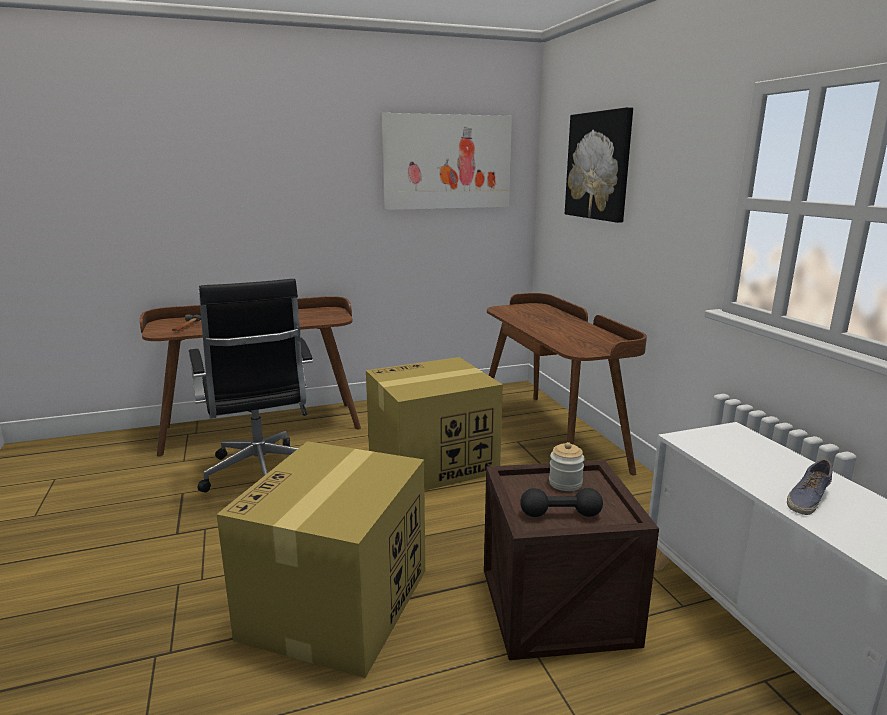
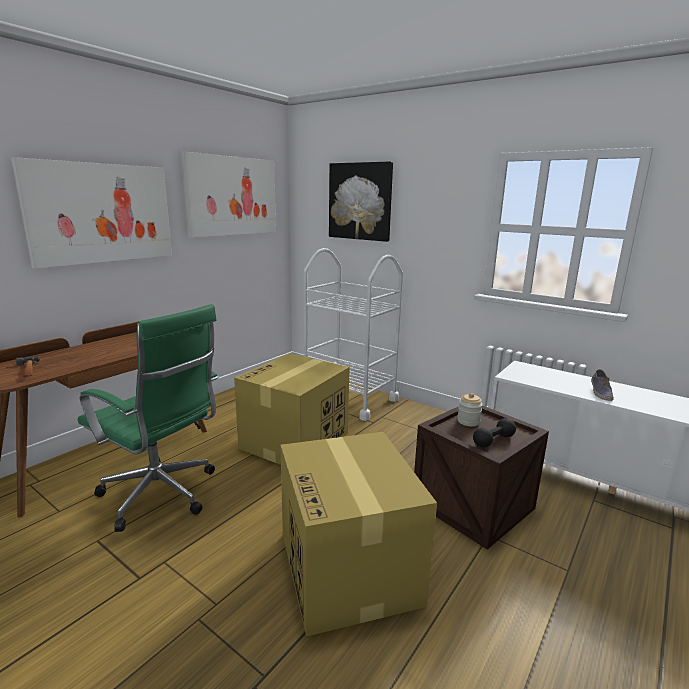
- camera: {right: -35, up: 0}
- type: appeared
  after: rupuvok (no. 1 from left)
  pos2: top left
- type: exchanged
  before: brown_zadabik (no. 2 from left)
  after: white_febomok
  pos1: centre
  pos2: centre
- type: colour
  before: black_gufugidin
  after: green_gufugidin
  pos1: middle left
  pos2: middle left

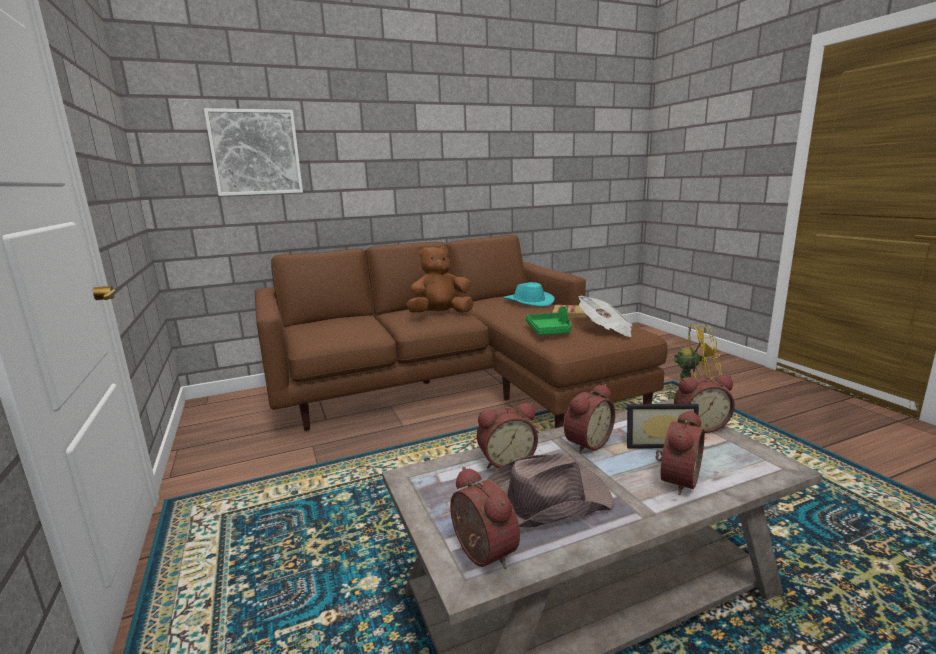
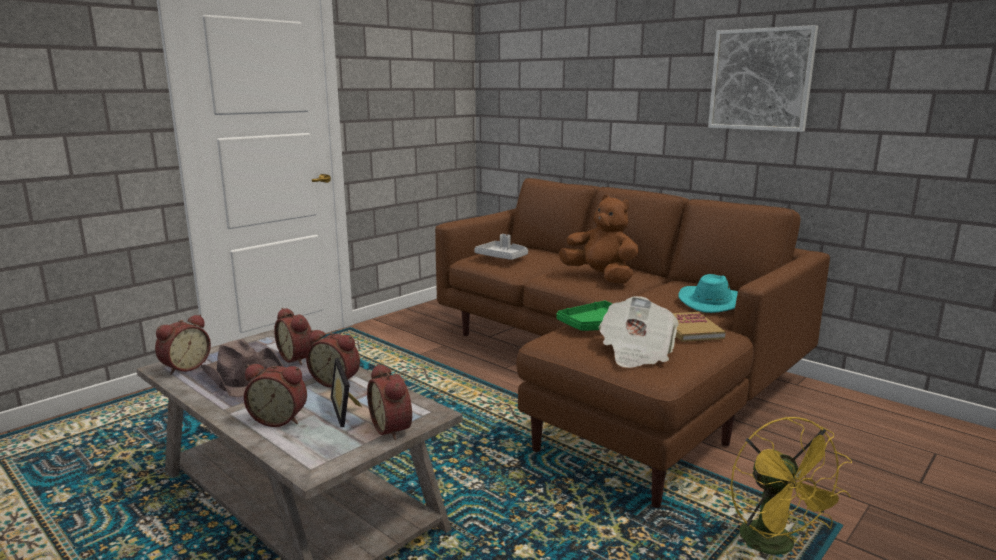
- camera: {right: 65, up: 0}
- type: appeared
  after: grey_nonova
  pos2: centre
- type: relocated
  before: rupuvok
  pos1: top left
  pos2: top right

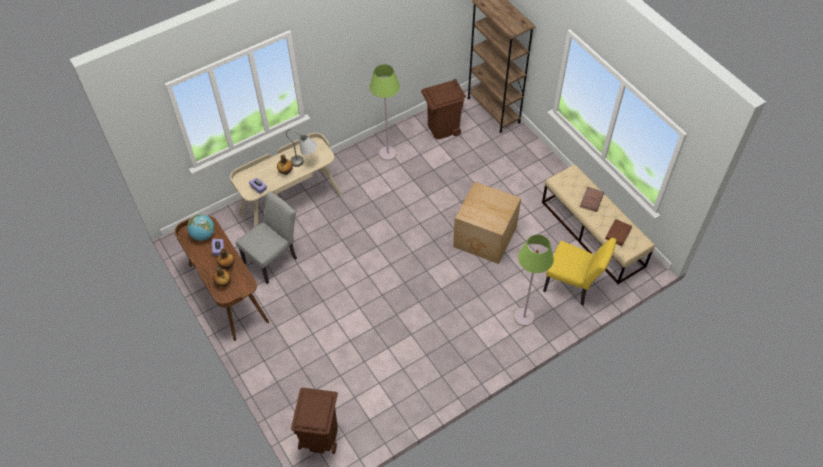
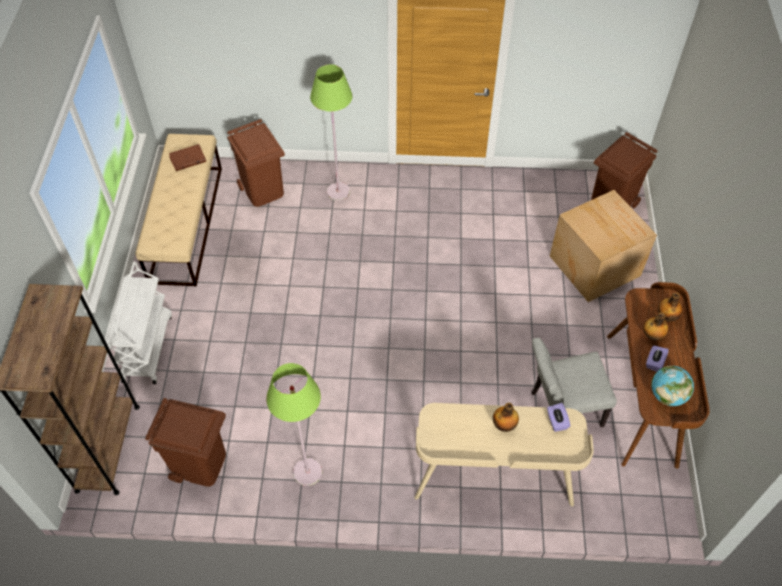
- camera: {right: -145, up: 0}
- type: missing
  before: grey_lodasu
  pos1: top centre
- type: missing
  before: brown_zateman (no. 1 from left)
  pos1: middle right
- type: appeared
  after: white_febomok
  pos2: middle left
- type: relocated
  before: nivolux
  pos1: centre
  pos2: middle right
- type: exchanged
  before: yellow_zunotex
  after: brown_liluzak (no. 2 from left)
  pos1: middle right
  pos2: top left

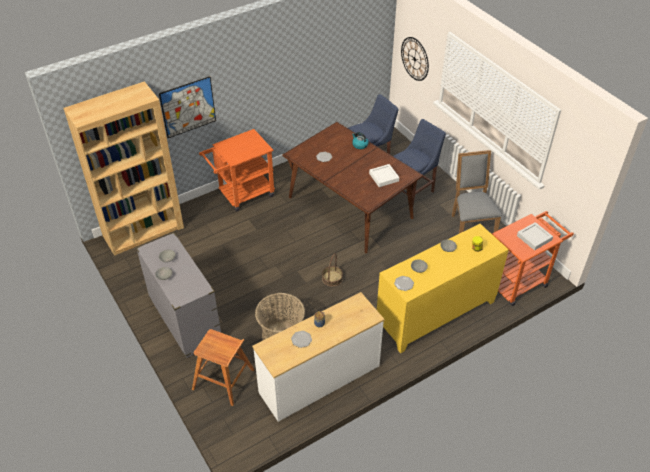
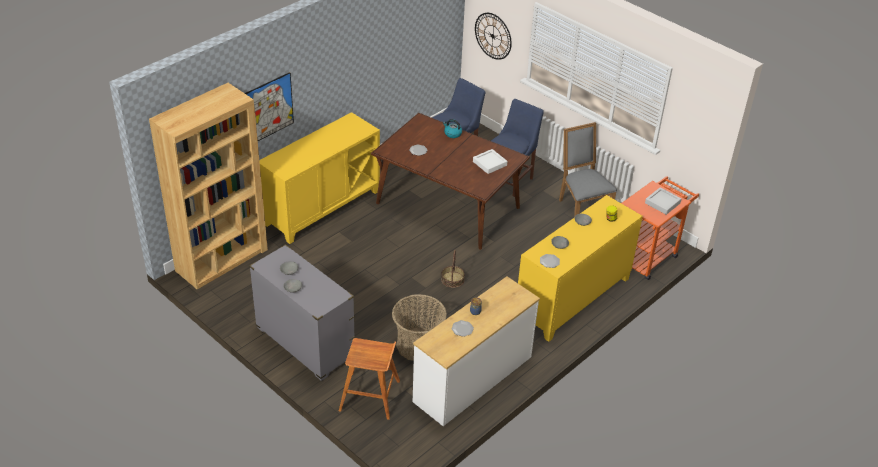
- camera: {right: -15, up: -5}
- type: exchanged
  before: orange_febomok (no. 1 from left)
  after: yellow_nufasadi (no. 1 from left)
  pos1: centre
  pos2: centre

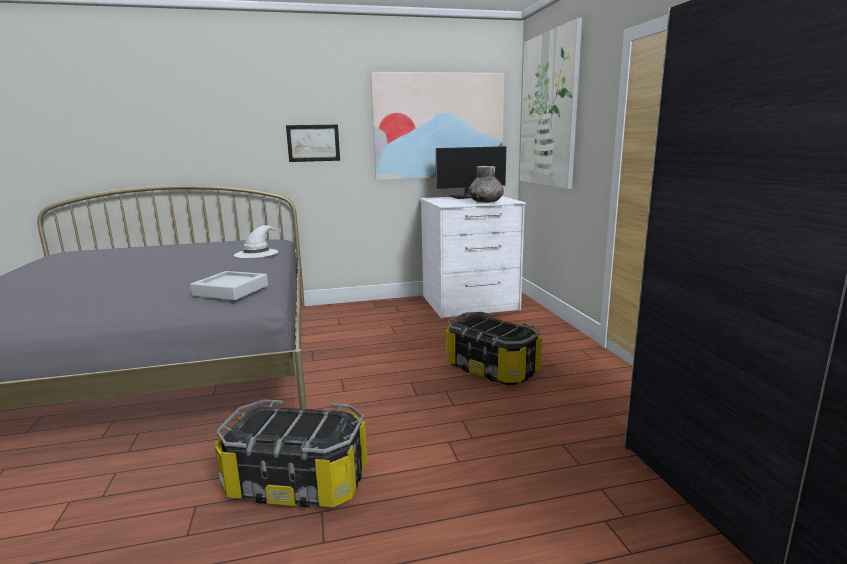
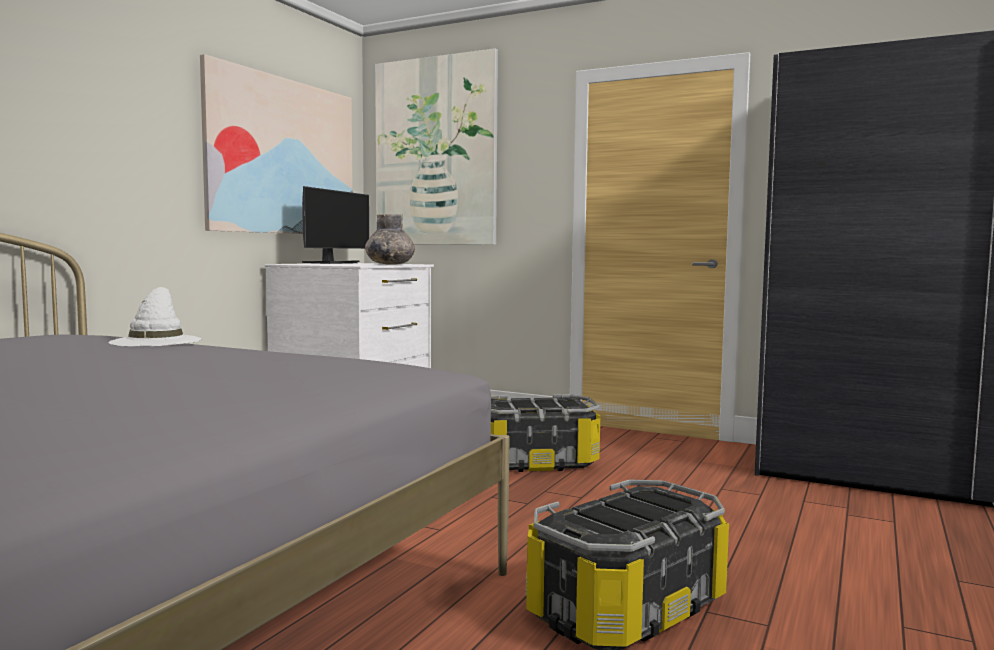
- camera: {right: -50, up: -10}
- type: missing
  before: grey_nonova
  pos1: middle left
- type: missing
  before: rupuvok (no. 1 from left)
  pos1: top centre

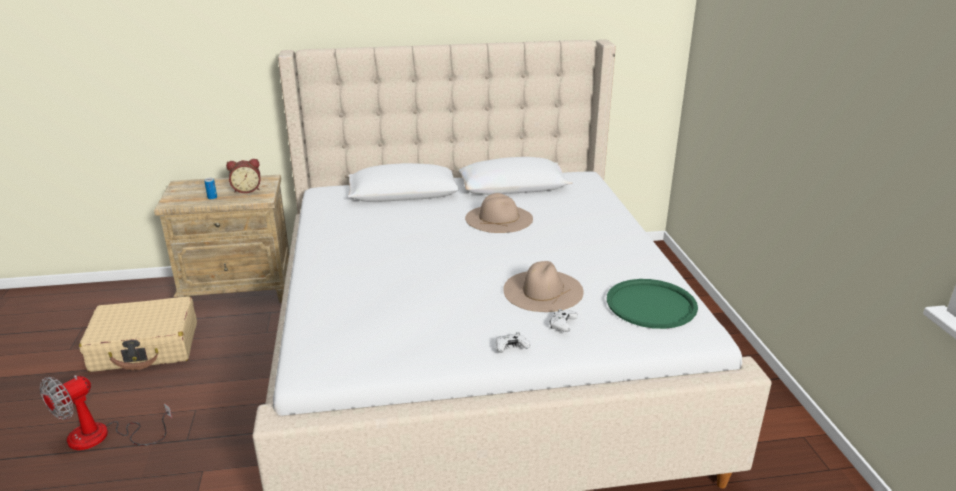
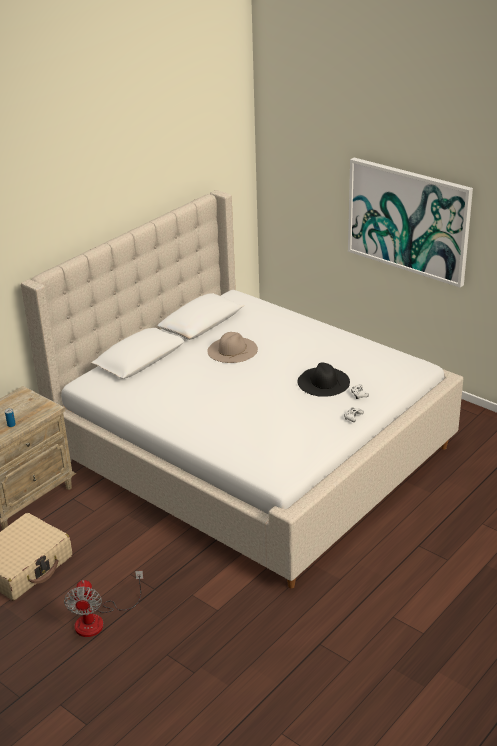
- camera: {right: -40, up: 5}
- type: missing
  before: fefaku
  pos1: middle left
- type: missing
  before: green_nonova
  pos1: middle right
- type: appeared
  after: rupuvok
  pos2: top right
- type: colour
  before: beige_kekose (no. 2 from left)
  after: black_kekose
  pos1: centre
  pos2: centre

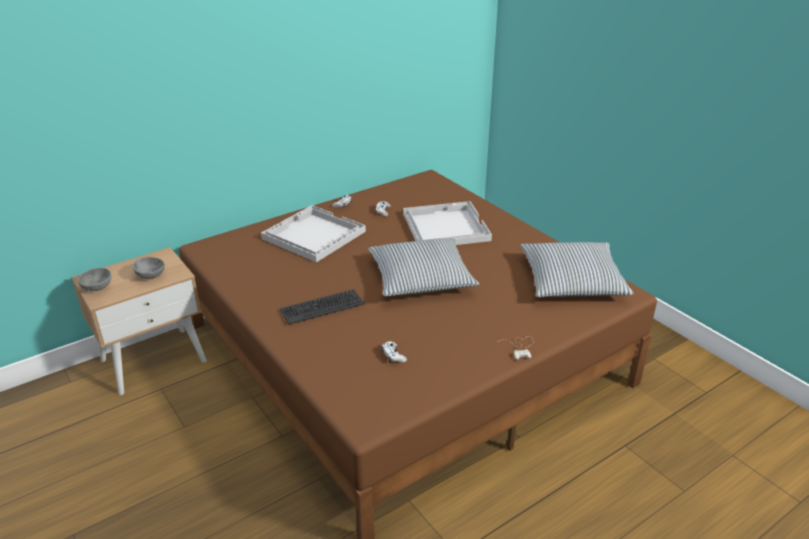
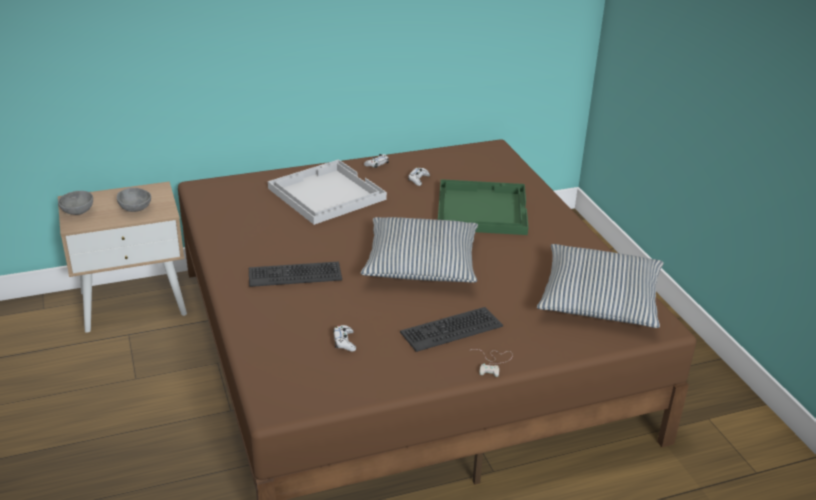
- camera: {right: 15, up: 0}
- type: appeared
  after: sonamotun (no. 2 from left)
  pos2: centre
- type: colour
  before: white_nonova (no. 2 from left)
  after: green_nonova
  pos1: centre
  pos2: centre

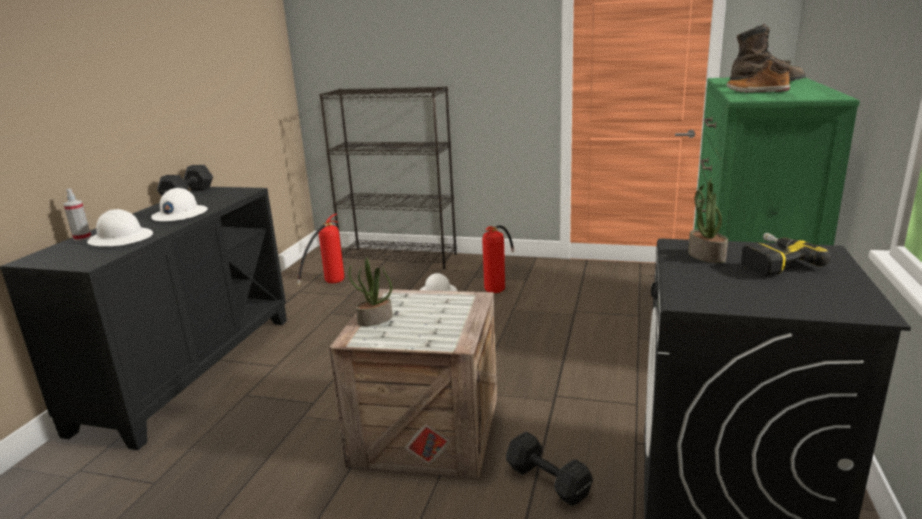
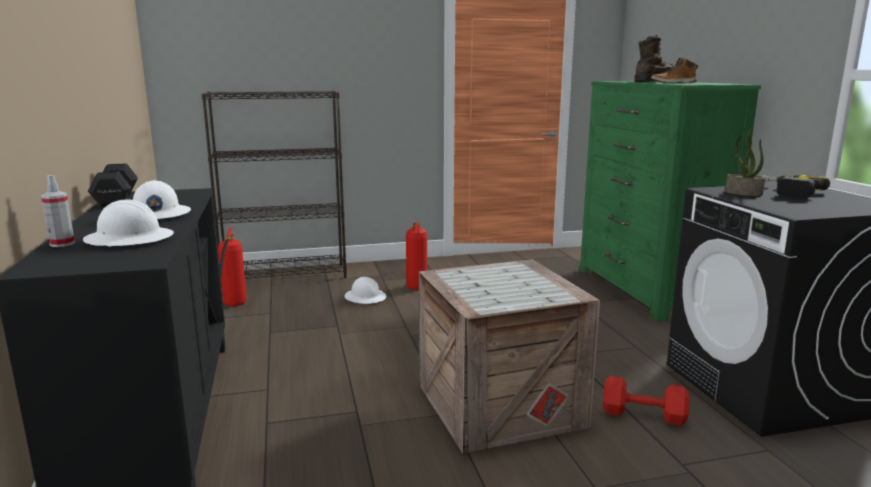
- camera: {right: -30, up: -5}
- type: missing
  before: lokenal (no. 1 from left)
  pos1: centre
- type: colour
  before: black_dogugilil (no. 2 from left)
  after: red_dogugilil
  pos1: bottom centre
  pos2: bottom right

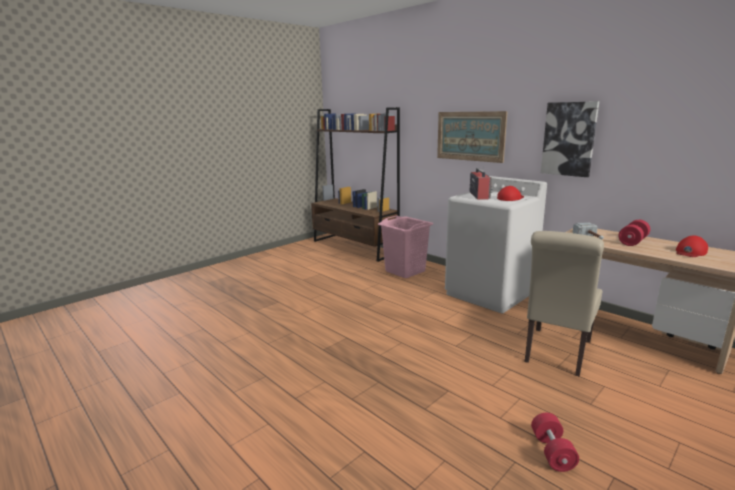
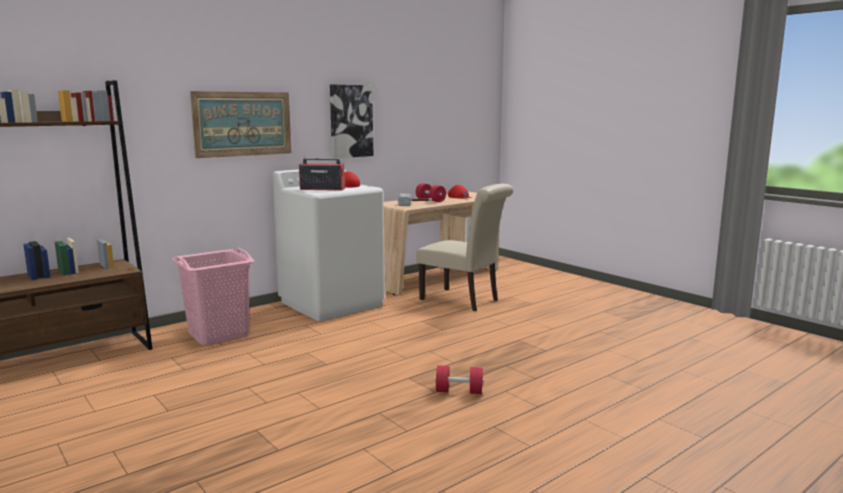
- camera: {right: -85, up: -5}
- type: relocated
  before: red_dogugilil (no. 1 from left in the first image)
  after: red_dogugilil (no. 2 from left)
  pos1: bottom right
  pos2: bottom centre

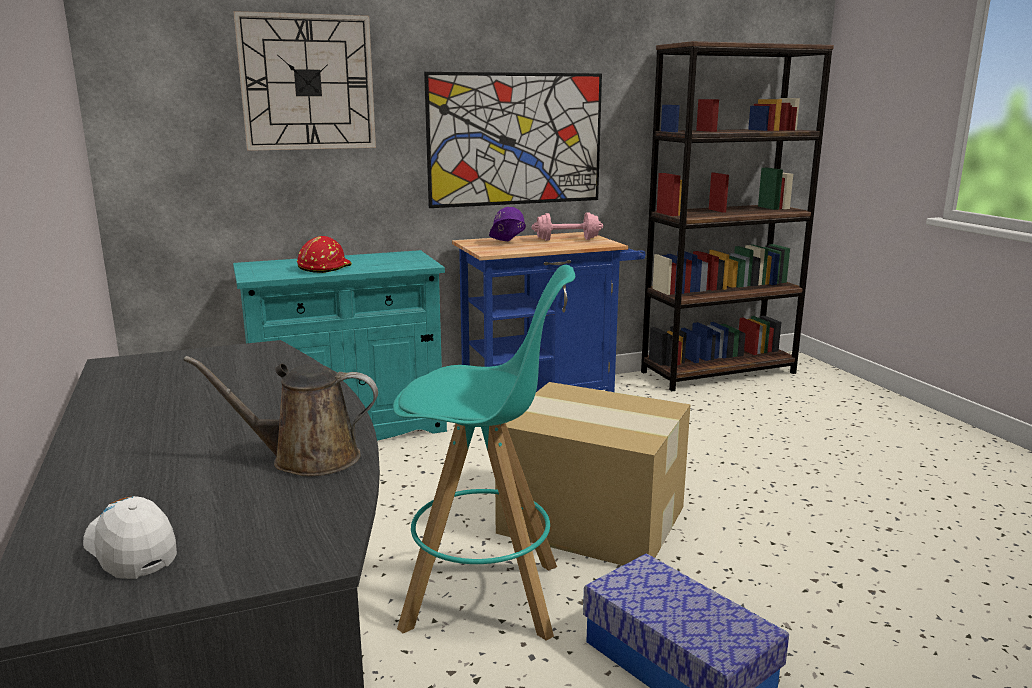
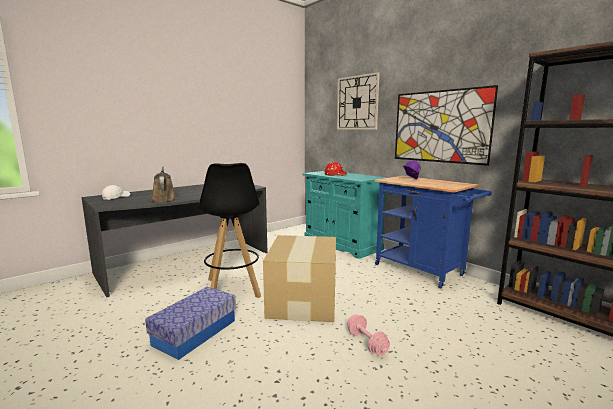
- camera: {right: 70, up: -5}
- type: relocated
  before: pink_dogugilil
  pos1: top centre
  pos2: bottom centre
- type: colour
  before: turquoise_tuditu
  after: black_tuditu
  pos1: centre
  pos2: centre

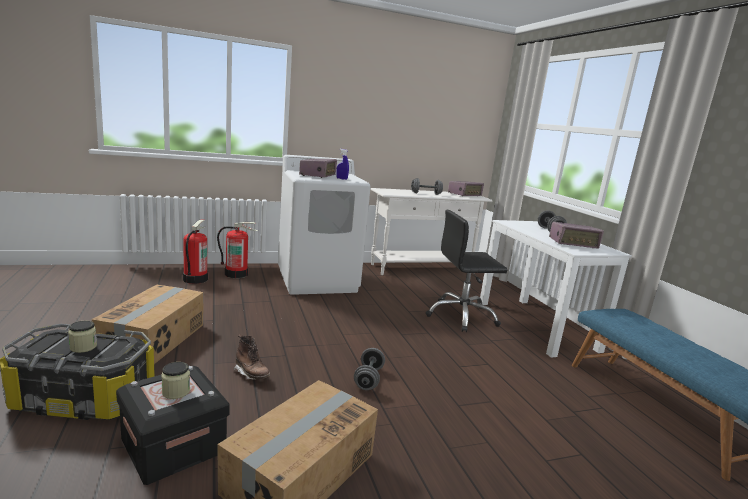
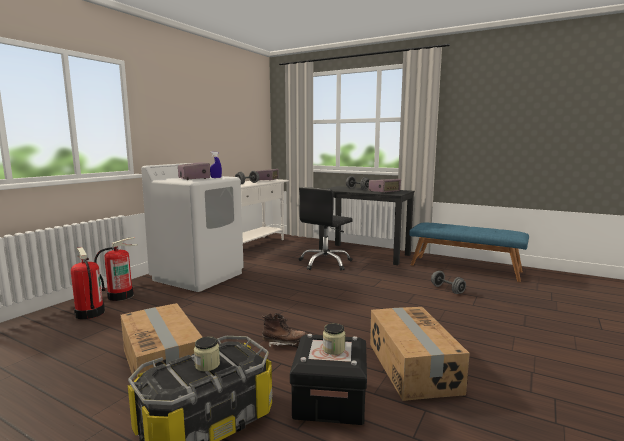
- camera: {right: -40, up: -5}
- type: relocated
  before: grey_dogugilil (no. 1 from left in the first image)
  after: grey_dogugilil (no. 3 from left)
  pos1: bottom centre
  pos2: middle right
- type: colour
  before: white_zadabik
  after: black_zadabik
  pos1: middle right
  pos2: centre

